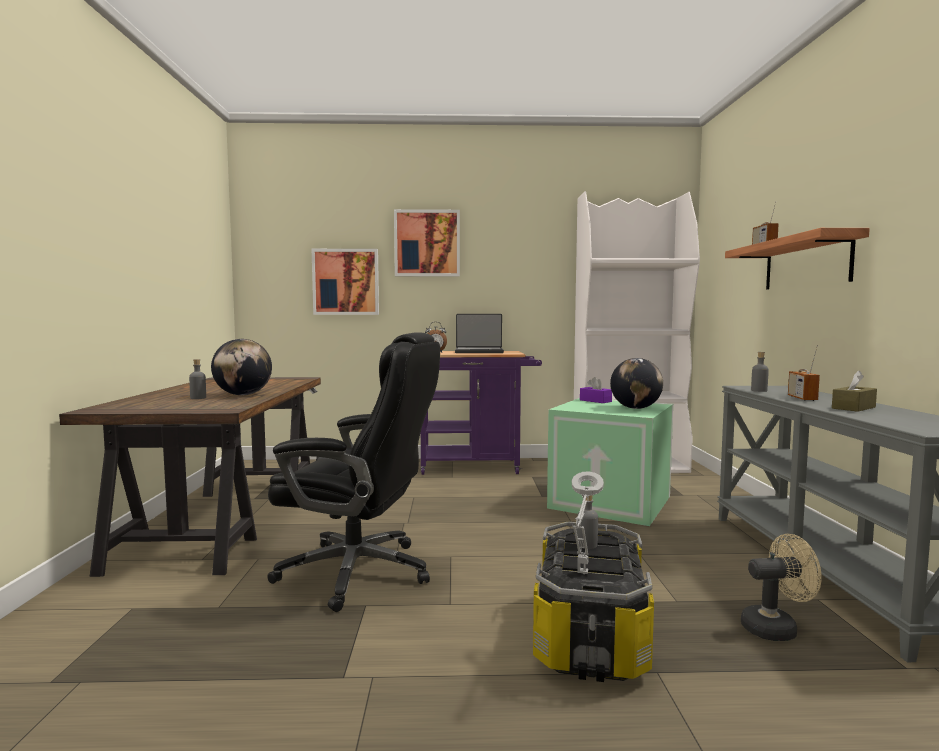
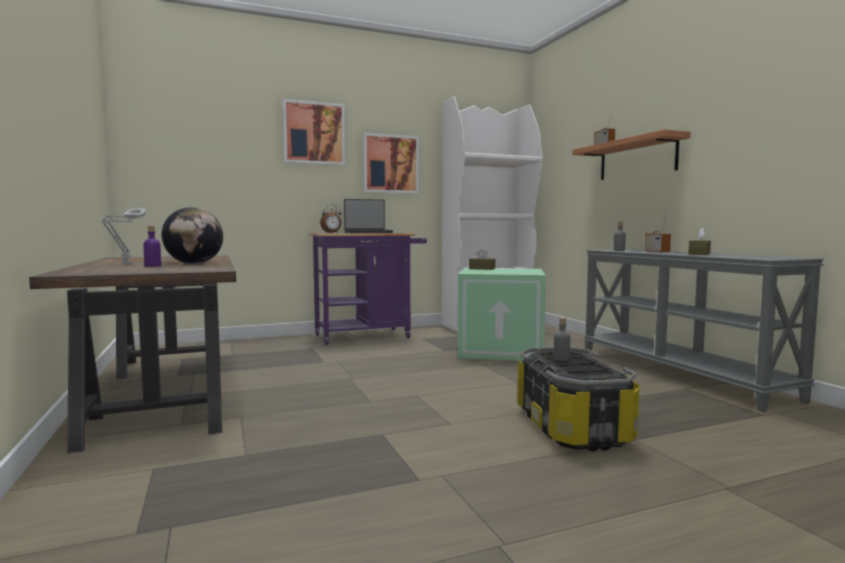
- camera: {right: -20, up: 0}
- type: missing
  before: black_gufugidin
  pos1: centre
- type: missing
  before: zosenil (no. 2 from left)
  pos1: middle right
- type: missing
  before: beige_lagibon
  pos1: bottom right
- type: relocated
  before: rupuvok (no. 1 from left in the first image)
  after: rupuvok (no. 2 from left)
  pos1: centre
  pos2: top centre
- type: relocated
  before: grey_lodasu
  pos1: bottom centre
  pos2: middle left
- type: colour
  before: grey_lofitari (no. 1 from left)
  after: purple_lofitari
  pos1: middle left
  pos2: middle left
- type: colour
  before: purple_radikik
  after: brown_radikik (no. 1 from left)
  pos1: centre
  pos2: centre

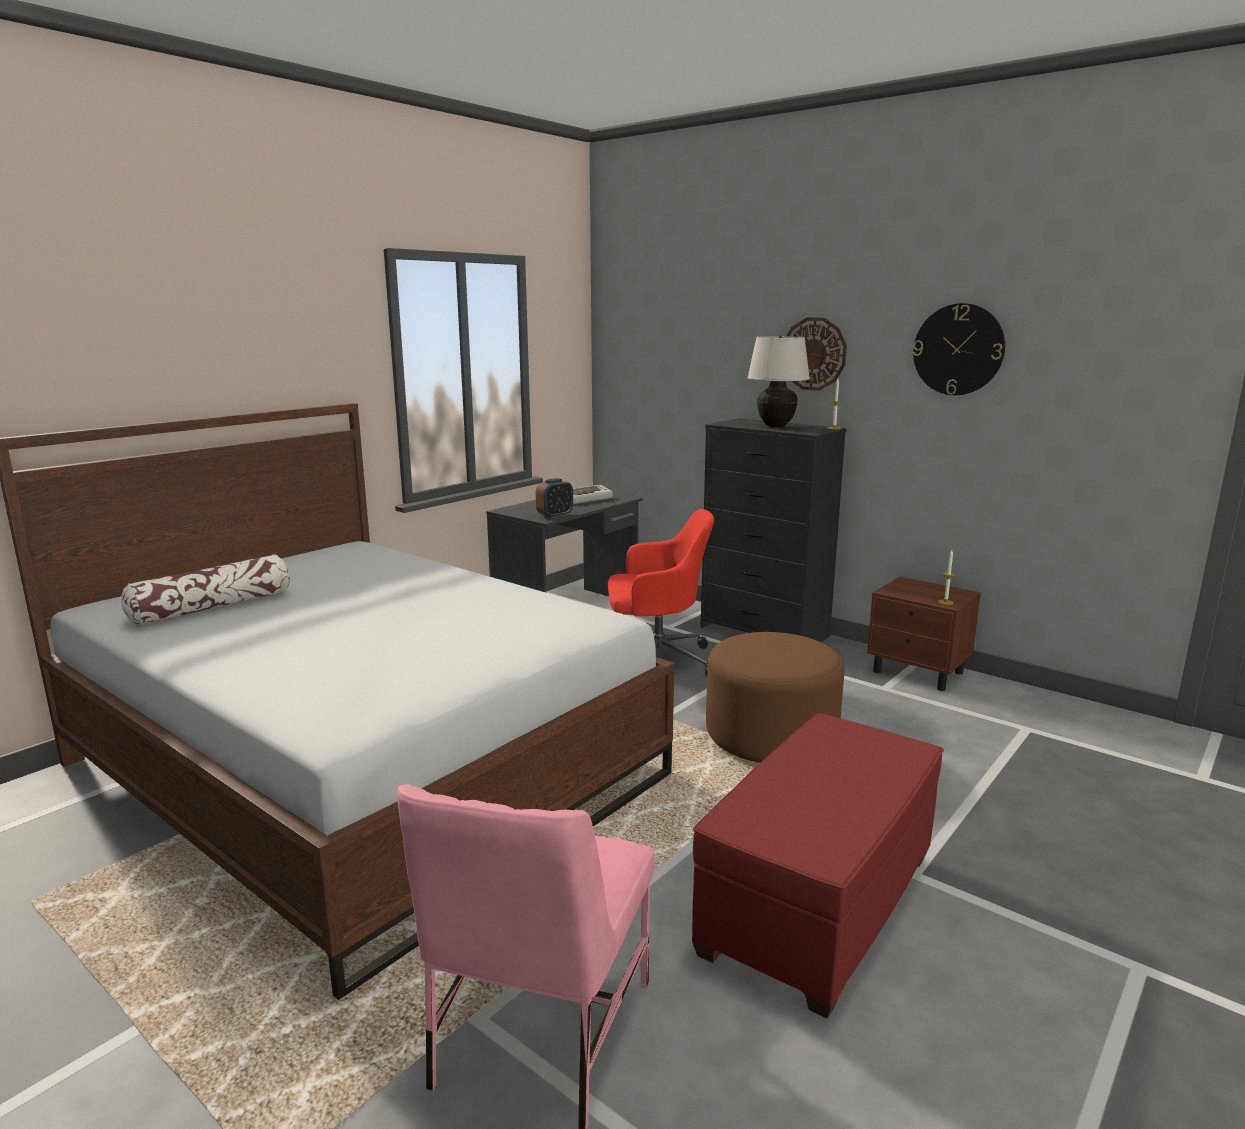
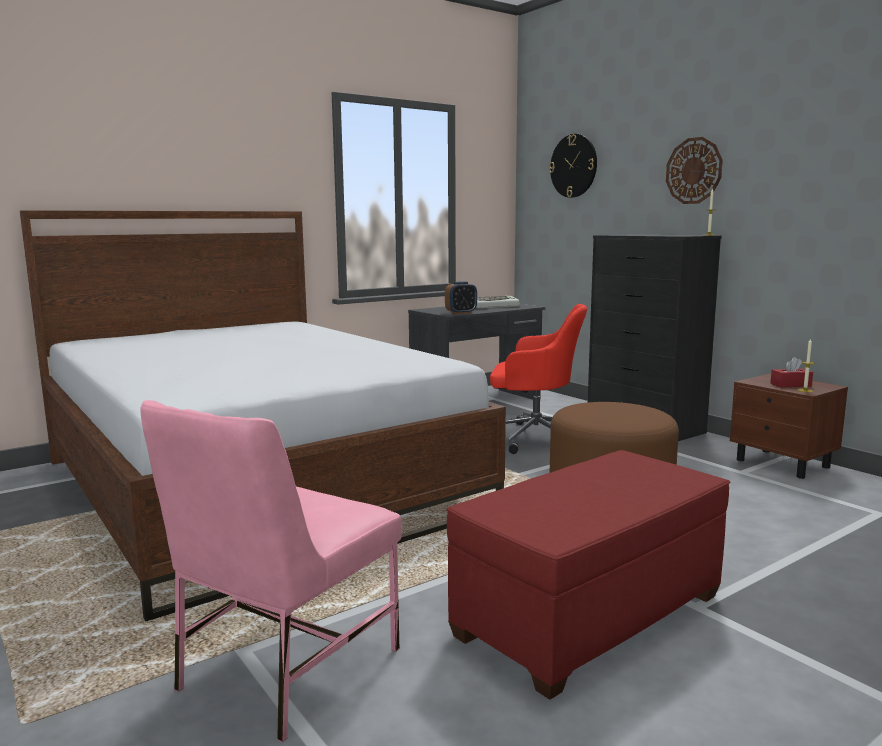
- camera: {right: 15, up: -5}
- type: missing
  before: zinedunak
  pos1: middle left
- type: missing
  before: beige_lodasu
  pos1: centre
- type: appeared
  after: red_radikik
  pos2: middle right
- type: relocated
  before: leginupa (no. 2 from left in the first image)
  after: leginupa (no. 1 from left)
  pos1: top right
  pos2: top centre

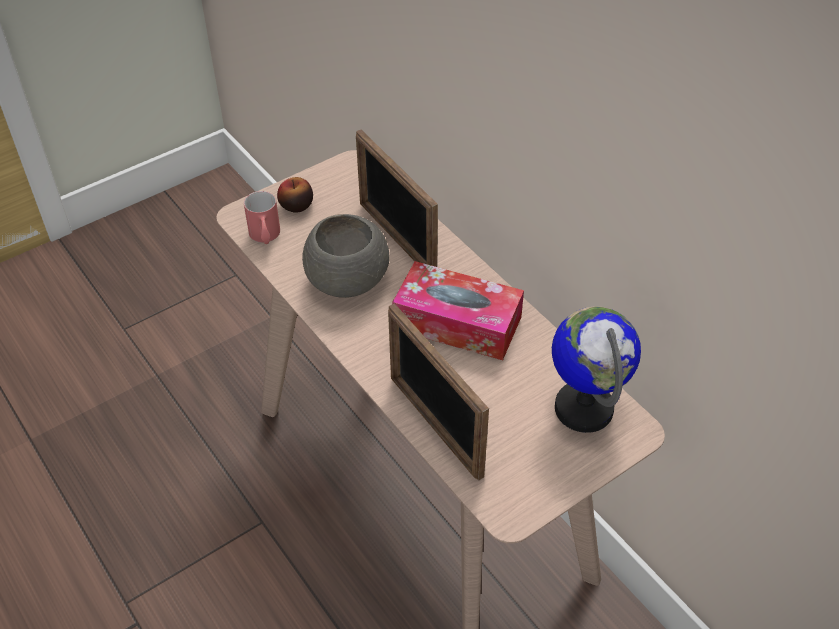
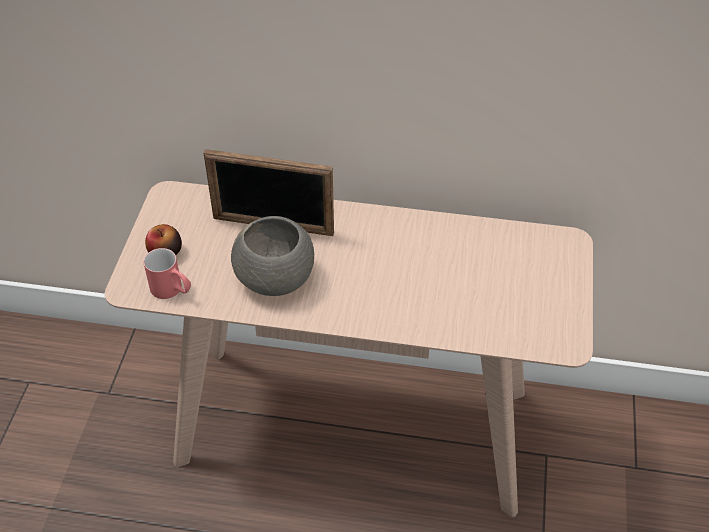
- camera: {right: -45, up: 0}
- type: missing
  before: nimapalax (no. 2 from left)
  pos1: centre
- type: missing
  before: radikik
  pos1: centre
- type: missing
  before: zosenil
  pos1: middle right

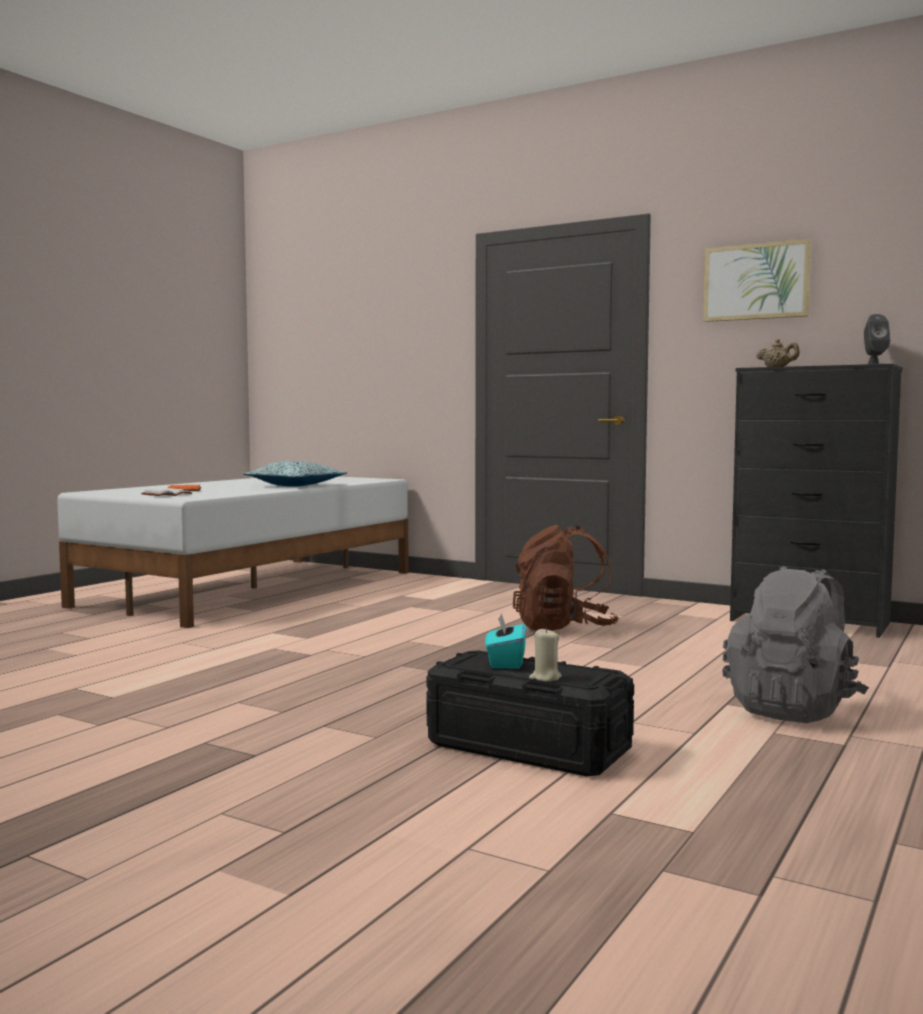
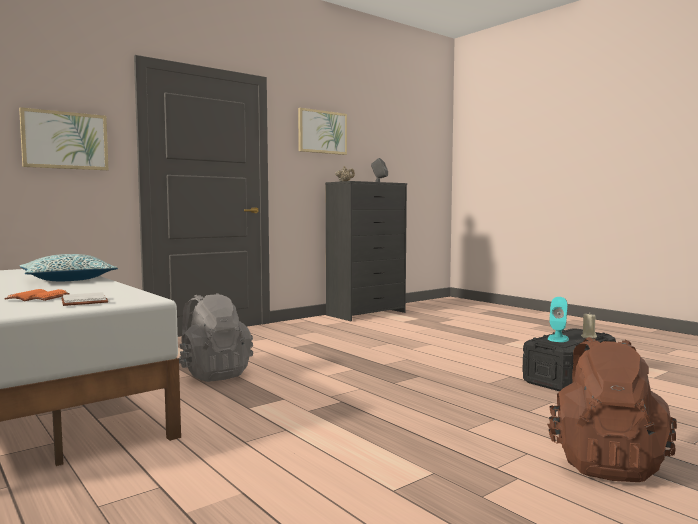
- camera: {right: -70, up: 0}
- type: appeared
  after: rupuvok (no. 1 from left)
  pos2: top left
- type: relocated
  before: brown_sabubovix
  pos1: centre
  pos2: bottom right
- type: relocated
  before: grey_sabubovix
  pos1: middle right
  pos2: middle left
- type: exchanged
  before: turquoise_radikik
  after: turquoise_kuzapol
  pos1: centre
  pos2: middle right

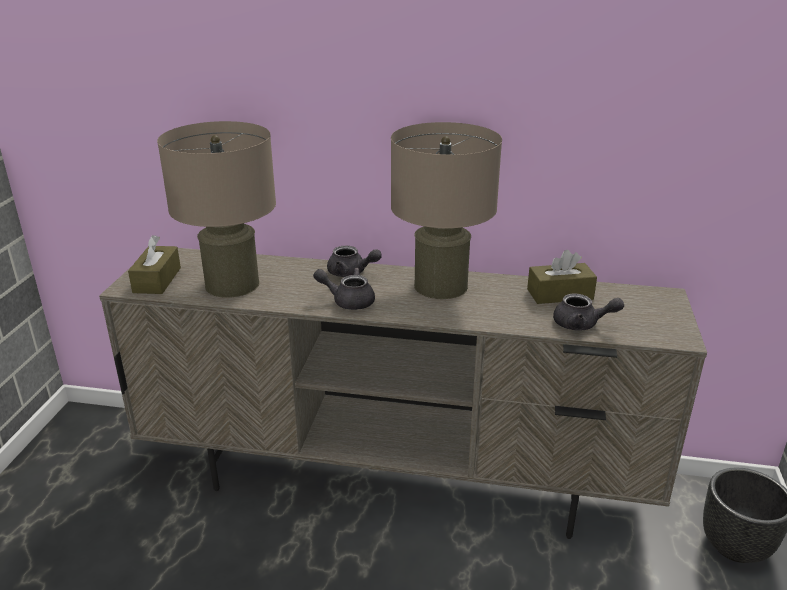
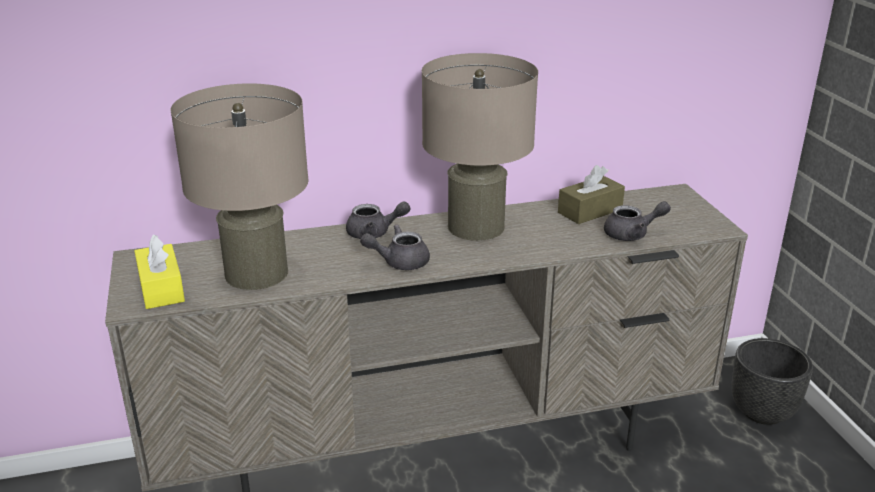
- camera: {right: -25, up: 0}
- type: colour
  before: brown_radikik (no. 1 from left)
  after: yellow_radikik
  pos1: middle left
  pos2: middle left

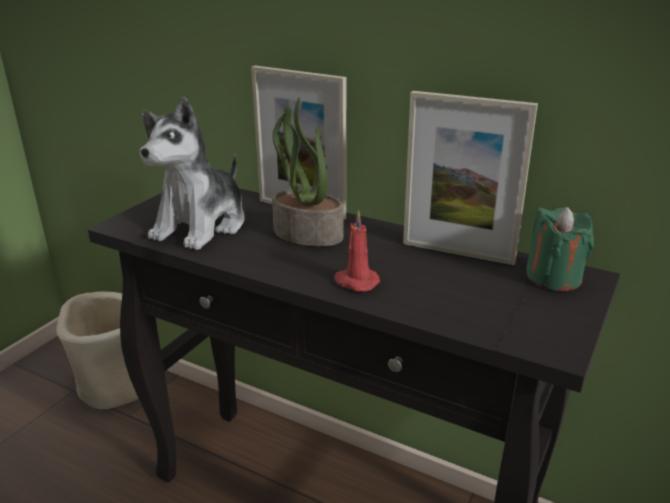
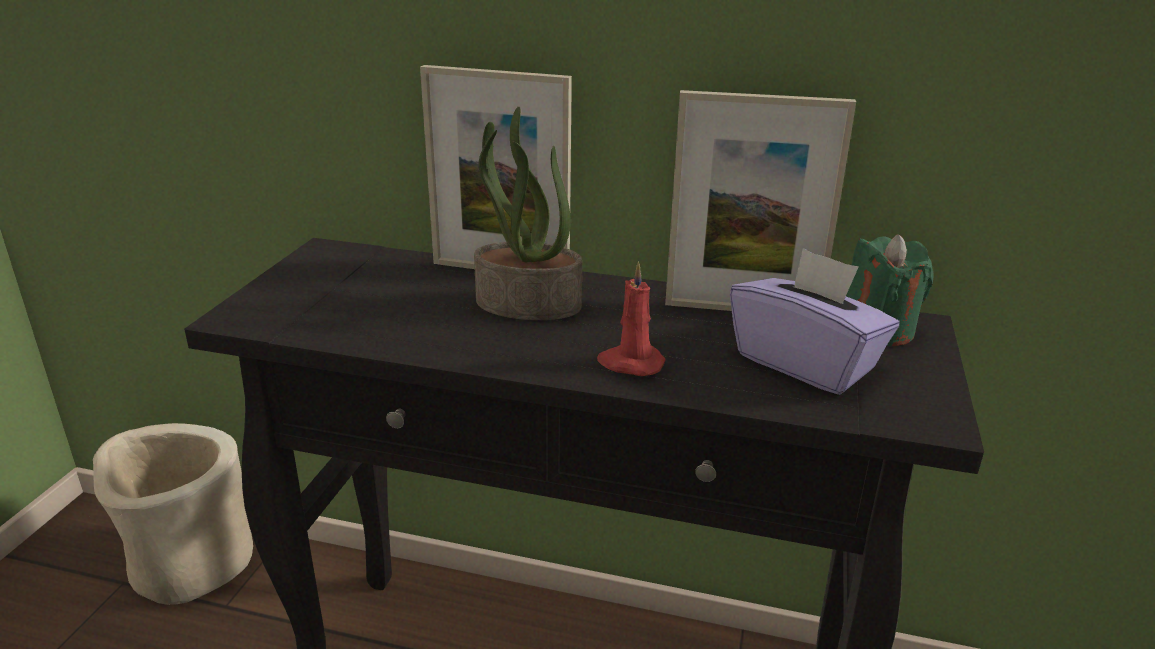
- camera: {right: -15, up: 0}
- type: missing
  before: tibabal
  pos1: middle left
- type: appeared
  after: purple_radikik
  pos2: middle right

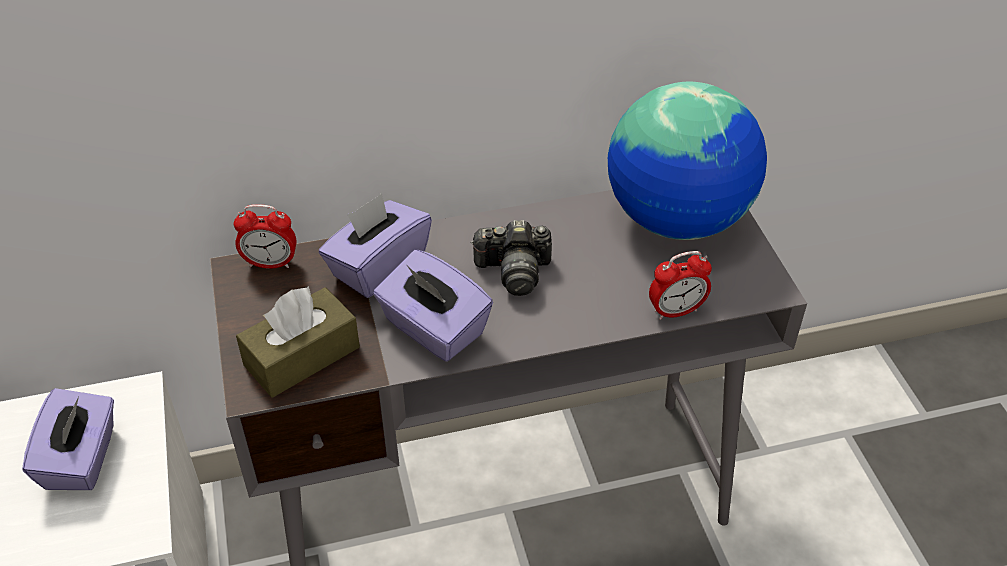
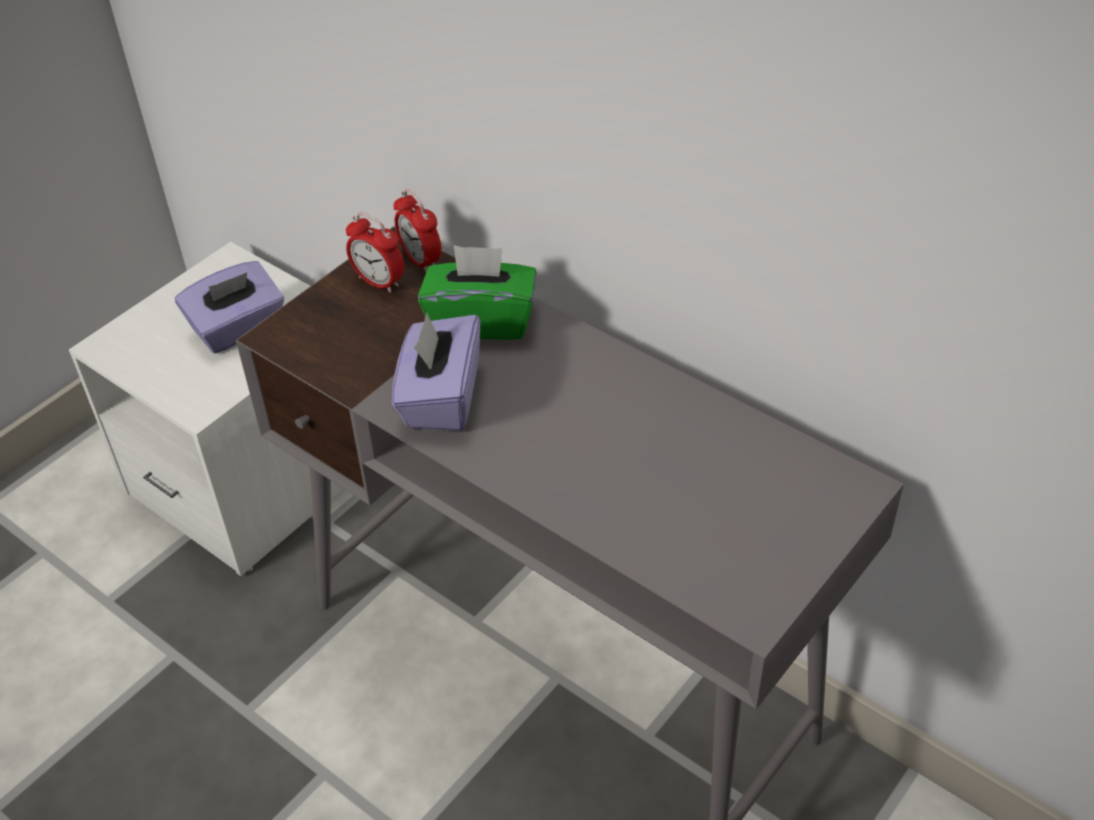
- camera: {right: 55, up: 0}
- type: missing
  before: brown_radikik
  pos1: middle left
- type: missing
  before: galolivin
  pos1: centre
- type: missing
  before: zosenil
  pos1: top right
- type: relocated
  before: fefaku (no. 2 from left in the first image)
  after: fefaku (no. 1 from left)
  pos1: middle right
  pos2: top centre
- type: colour
  before: purple_radikik (no. 2 from left)
  after: green_radikik
  pos1: centre
  pos2: centre

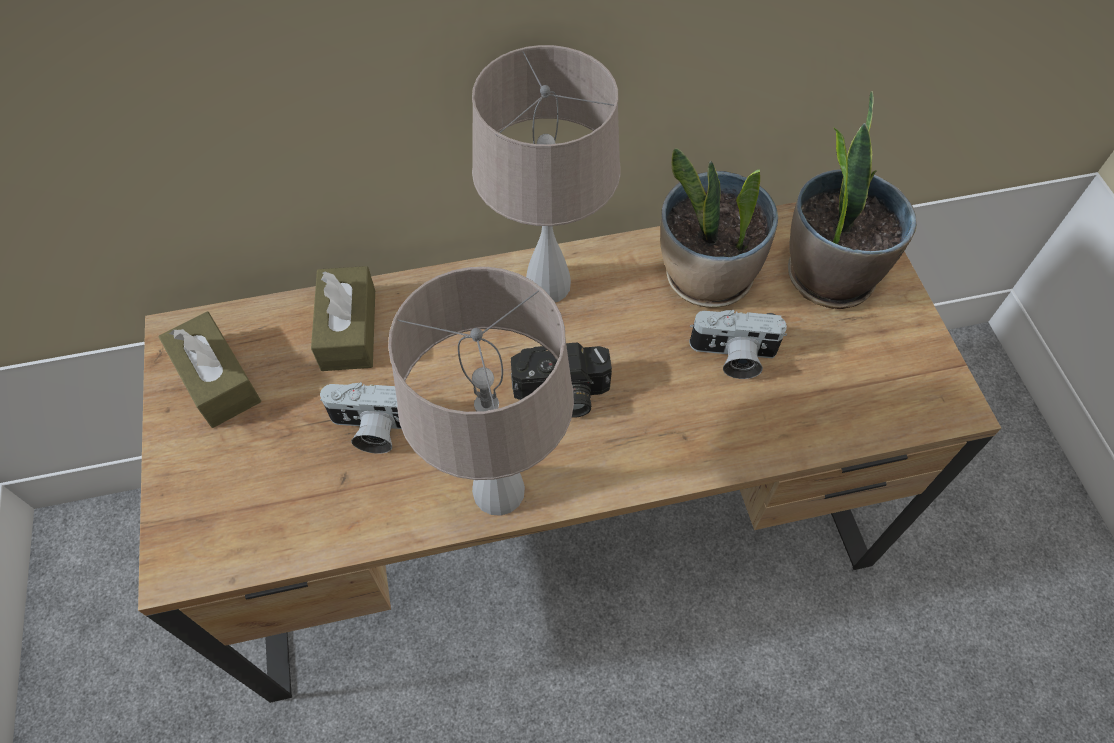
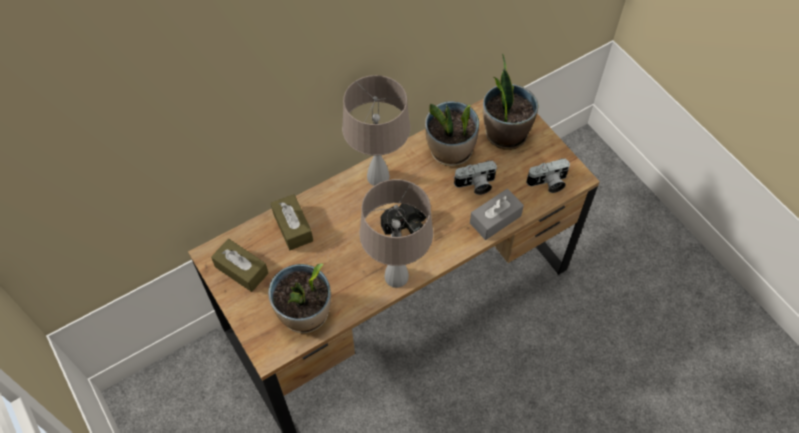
- camera: {right: -20, up: 0}
- type: appeared
  after: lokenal (no. 1 from left)
  pos2: bottom centre
- type: appeared
  after: grey_radikik
  pos2: centre
- type: relocated
  before: galolivin (no. 1 from left in the first image)
  after: galolivin (no. 3 from left)
  pos1: middle left
  pos2: middle right

